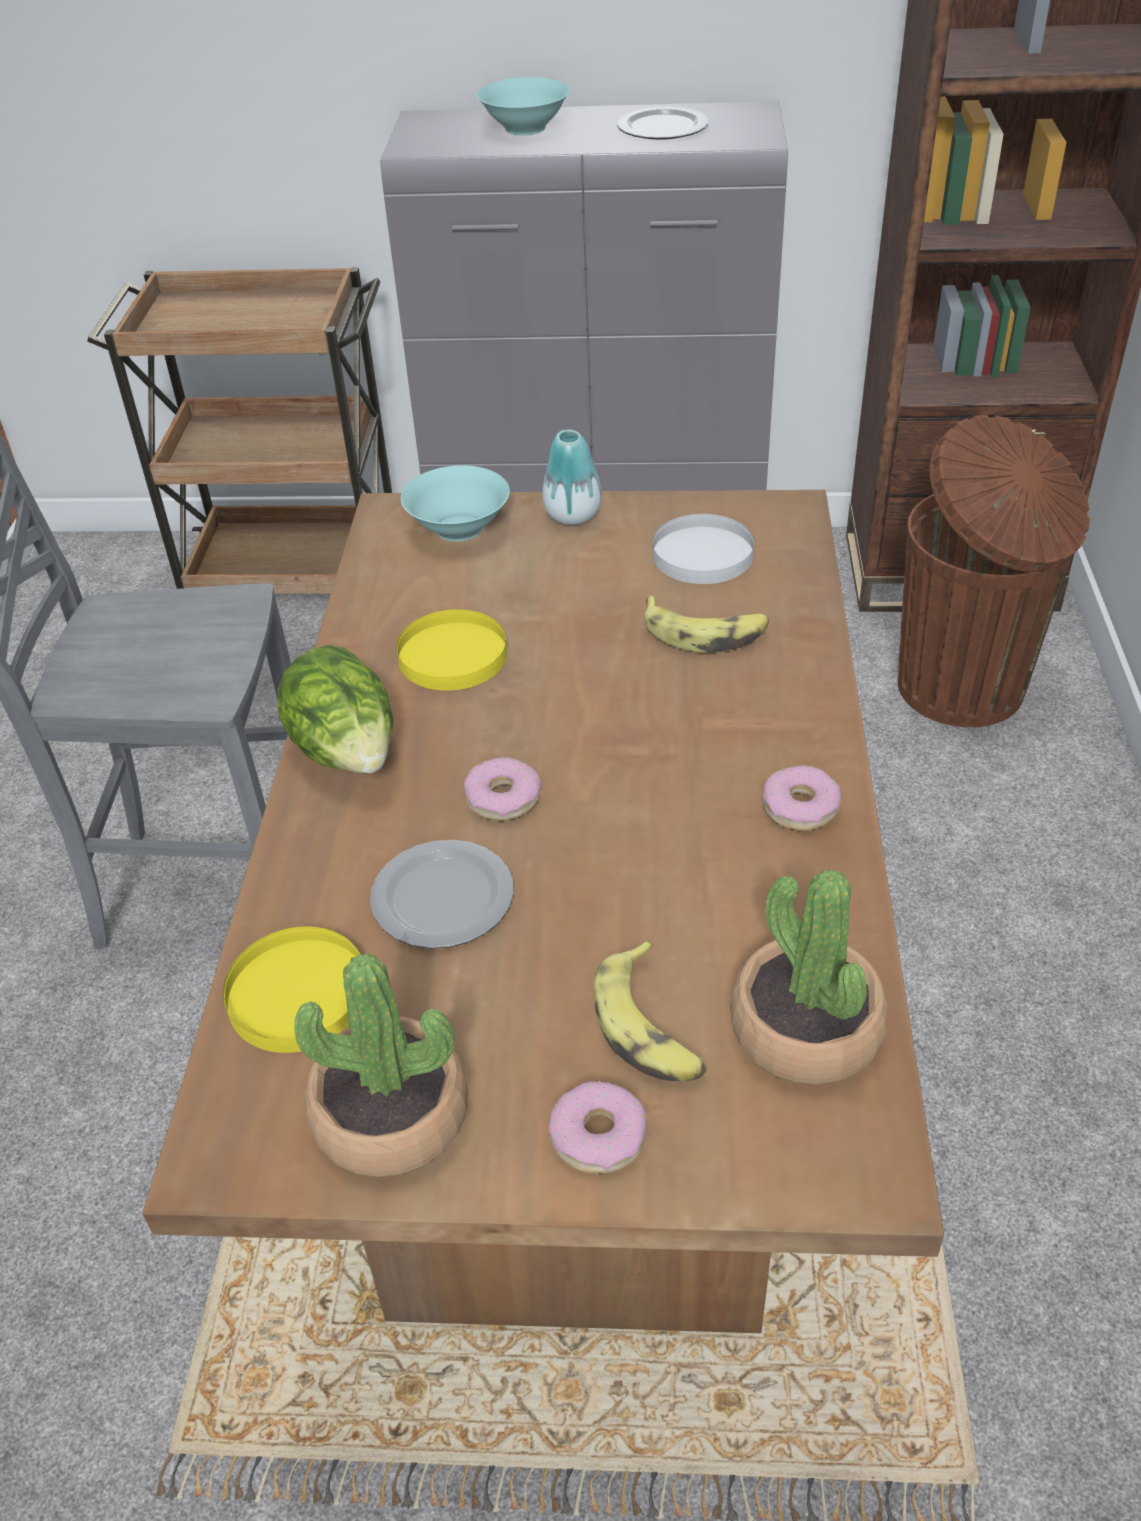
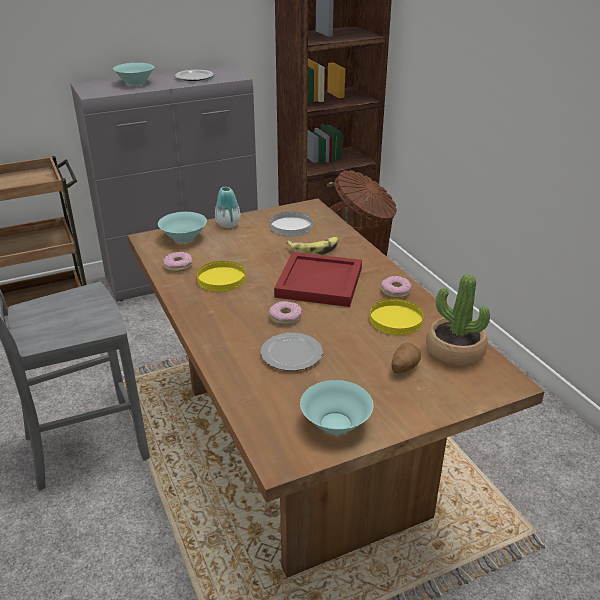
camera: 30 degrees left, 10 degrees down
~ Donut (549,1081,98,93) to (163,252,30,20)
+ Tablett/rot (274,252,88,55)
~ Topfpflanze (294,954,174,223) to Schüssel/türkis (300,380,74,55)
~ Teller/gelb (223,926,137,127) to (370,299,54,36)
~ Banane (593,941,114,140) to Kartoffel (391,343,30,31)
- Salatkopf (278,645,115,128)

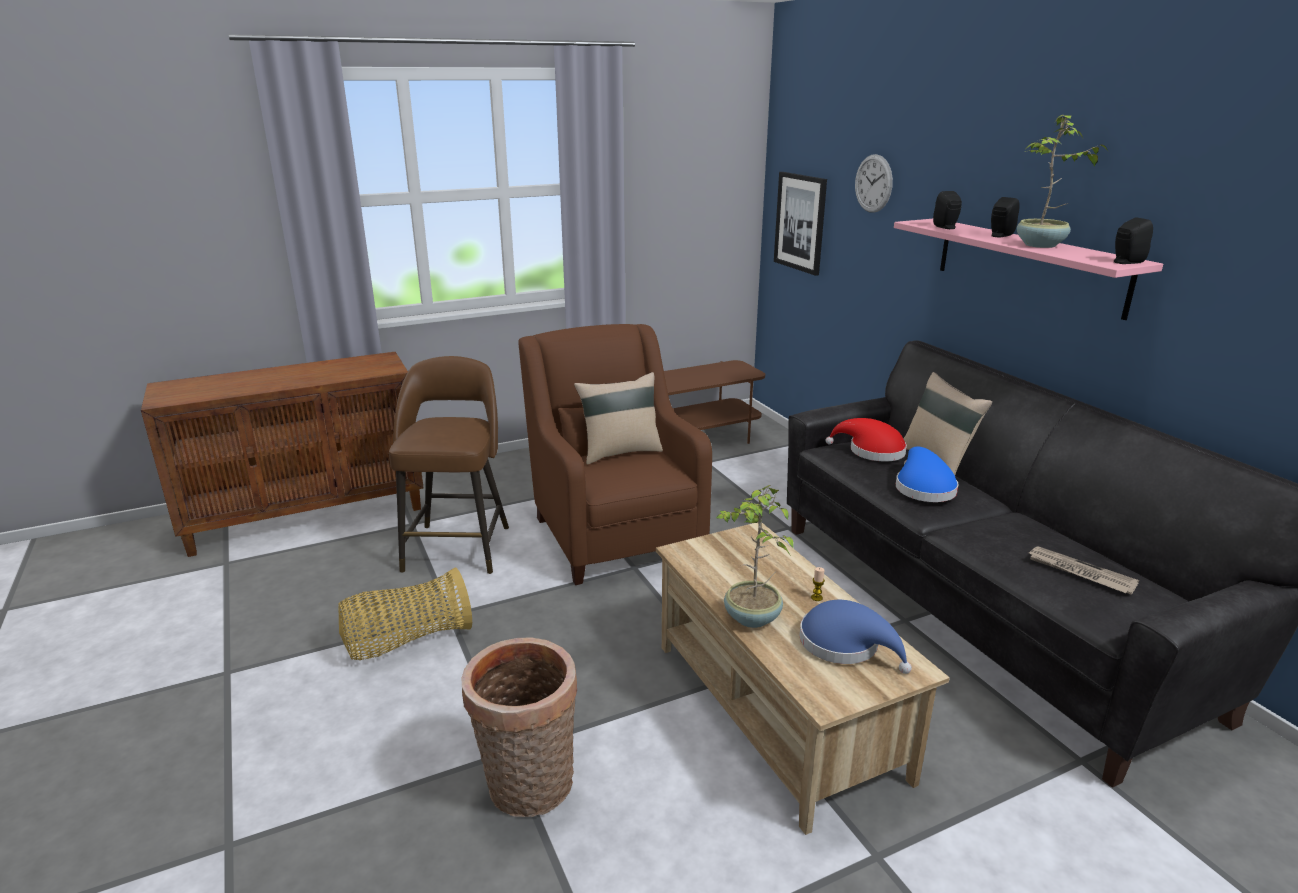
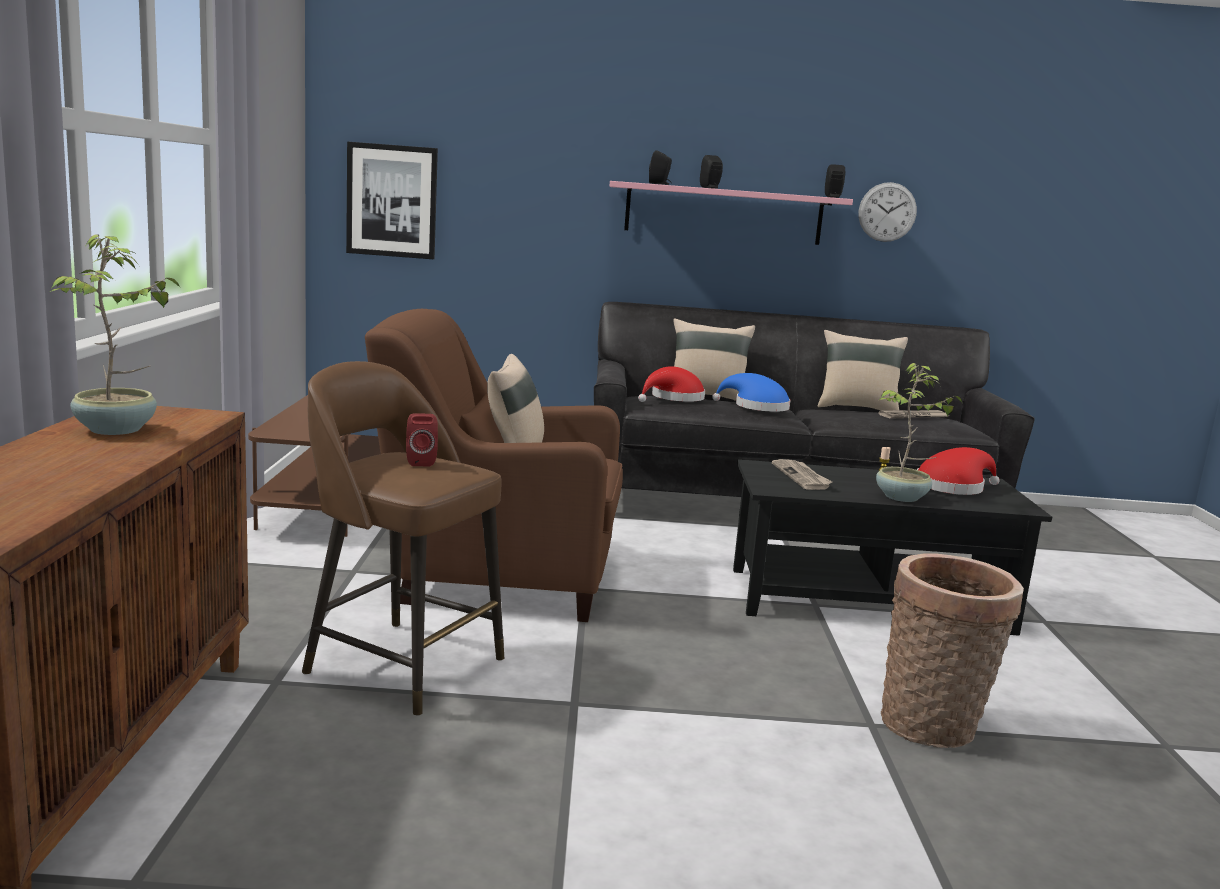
camera: 65 degrees left, 10 degrees down
~ Topfpflanze (1017,115,91,133) to (50,234,130,201)
+ Lautsprecher/rot (406,413,32,53)
~ Couchtisch/beige (656,522,294,313) to Couchtisch/schwarz (733,459,319,177)
+ Zeitung (772,459,60,31)
+ Kissen/beige (818,330,90,80)
~ Wanduhr (855,154,38,59) to (859,182,58,60)
~ Hut/blau (800,600,112,74) to Hut/rot (917,447,83,48)
- Korb (338,567,134,93)

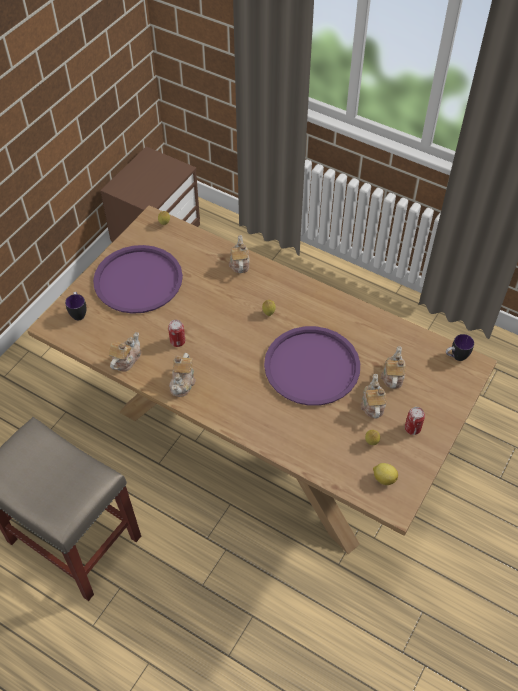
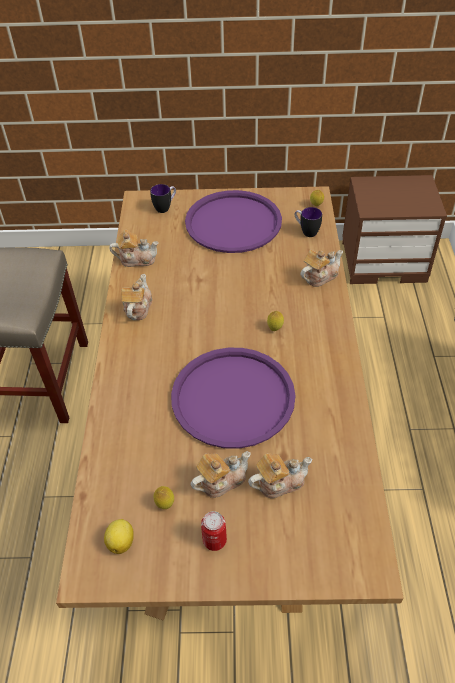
camera: 60 degrees right, 5 degrees down
~ Teekanne (169,353,27,44) = (121,274,32,46) 120 degrees clockwise
~ Henkelbecher (446,334,28,27) to (295,207,27,30)
- Dose (168,320,17,27)

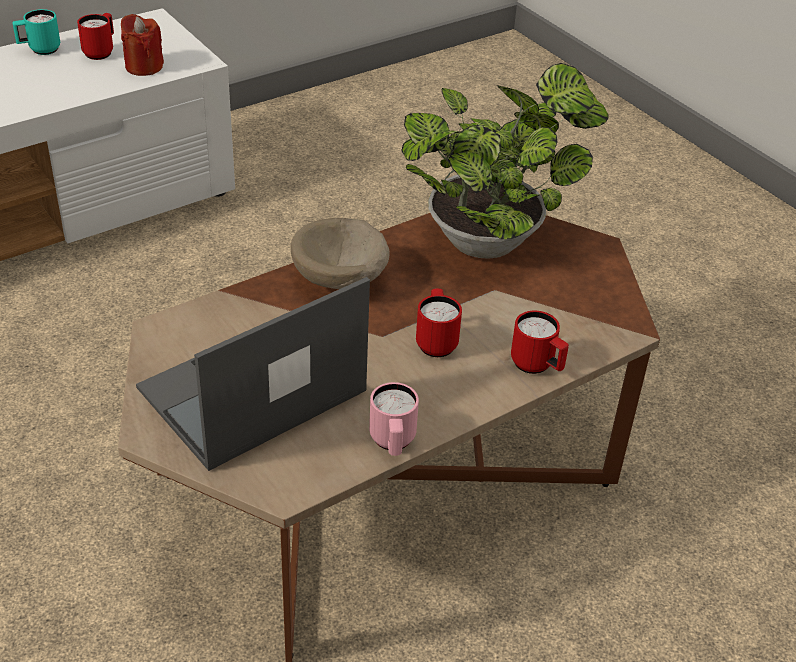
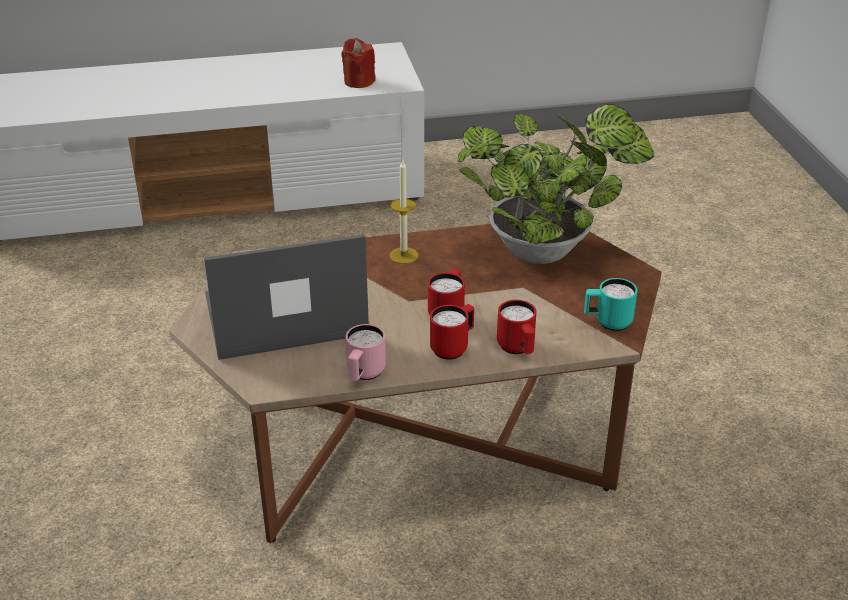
camera: 25 degrees right, 5 degrees down
~ Schüssel/beige (291,218,99,71) to Kerze (390,161,28,103)
~ Henkelbecher/rot (77,13,37,47) to (430,304,44,56)
~ Henkelbecher/türkis (13,9,47,46) to (584,278,54,53)

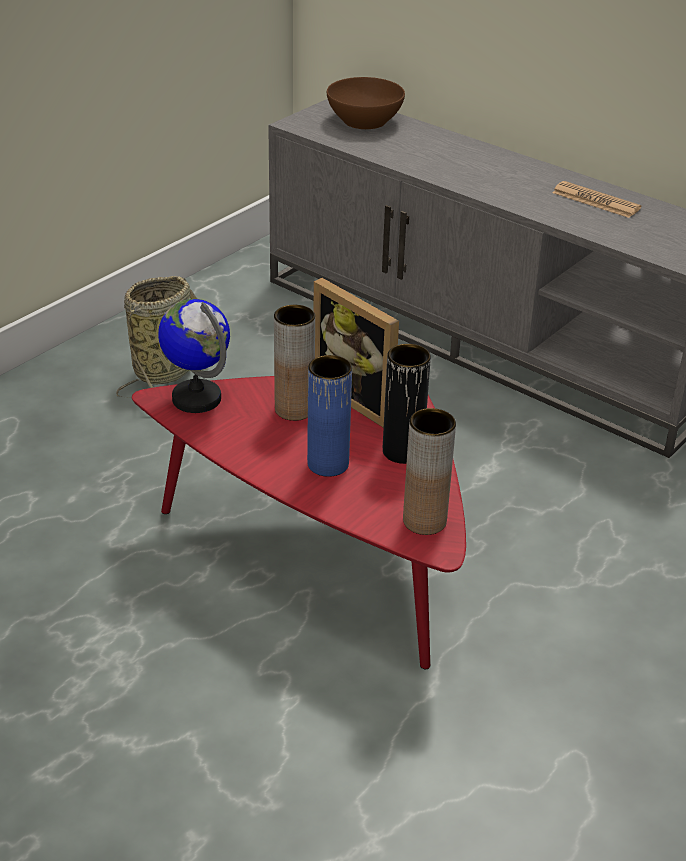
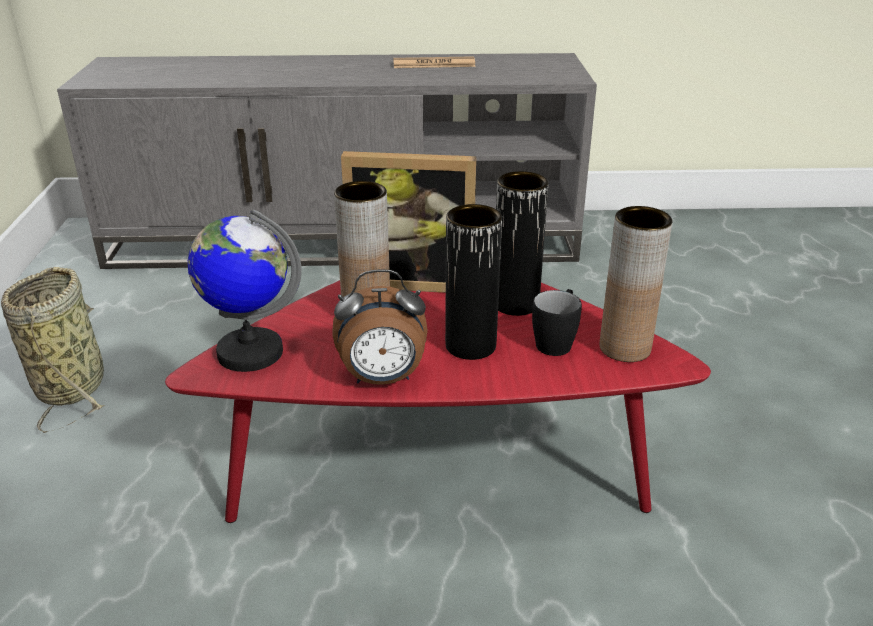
camera: 40 degrees left, 5 degrees down
+ Wecker (332,269,96,116)
~ Vase/blau (307,355,45,122) to Vase/schwarz (445,204,57,156)
+ Henkelbecher/schwarz (532,289,50,67)
- Schüssel/braun (327,77,78,52)

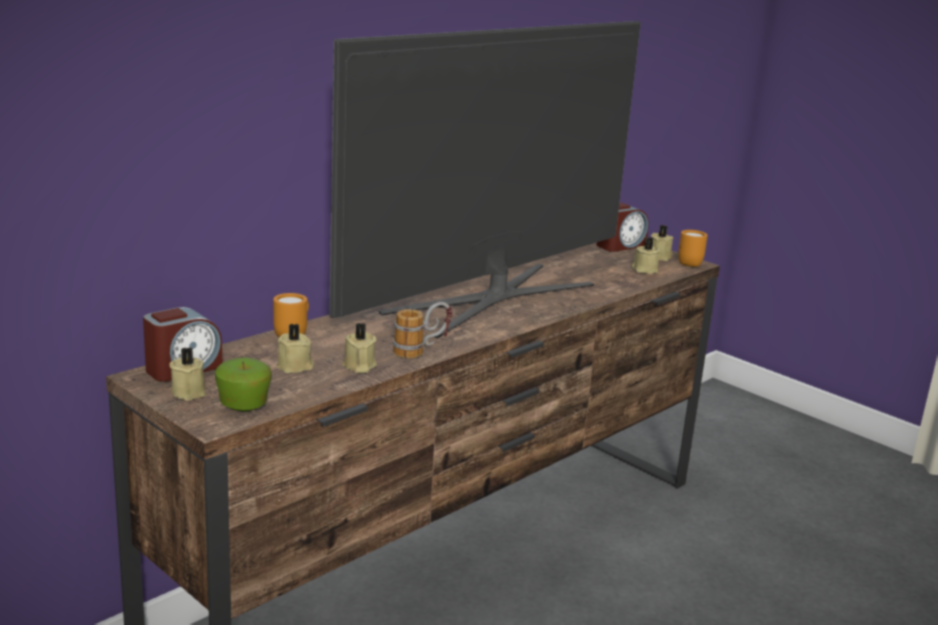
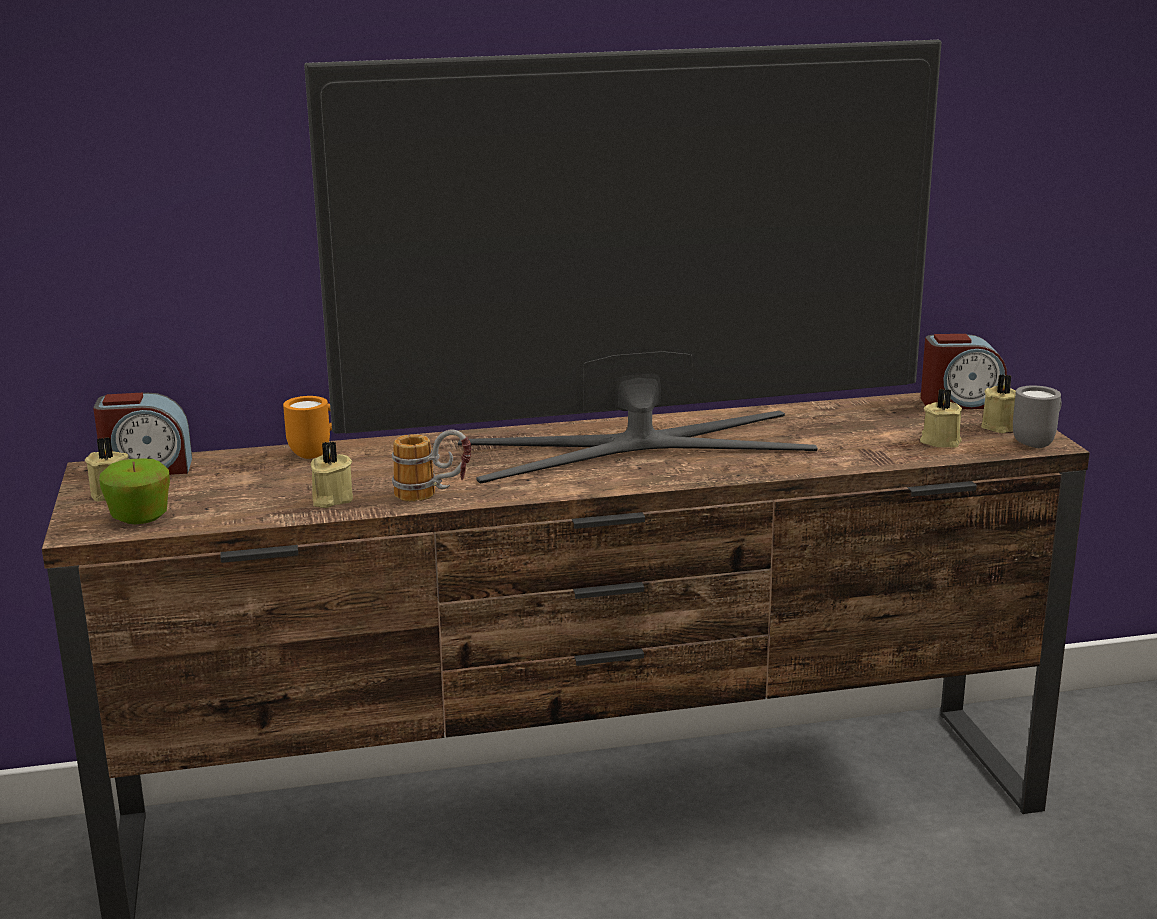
camera: 35 degrees right, 0 degrees up
~ Henkelbecher/orange (678,230,30,37) to Henkelbecher/grau (1013,386,49,62)
- Kerze/beige (277,324,37,50)

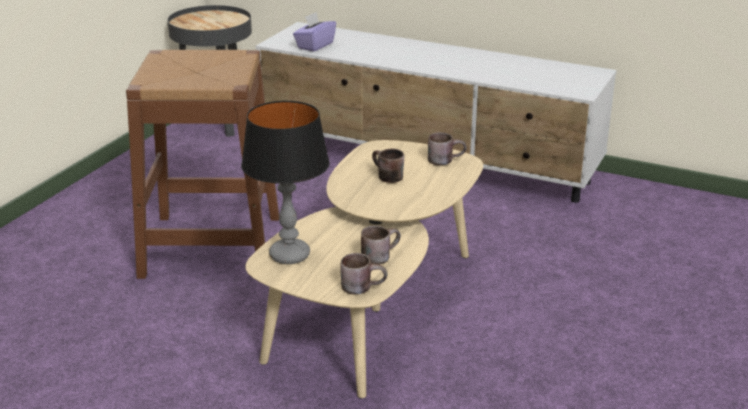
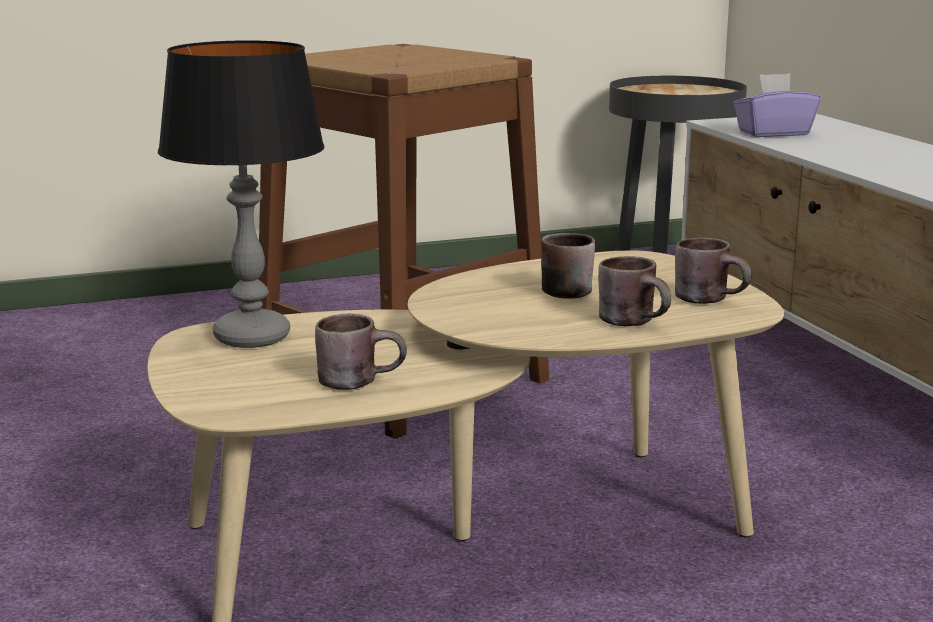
camera: 45 degrees right, 10 degrees down
~ Henkelbecher/braun (340,253,48,41) to (598,256,73,70)

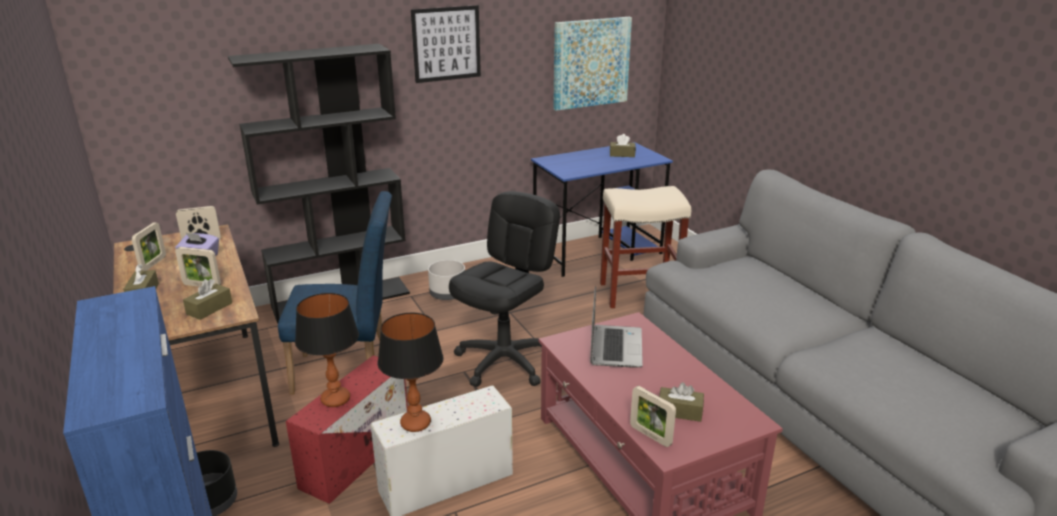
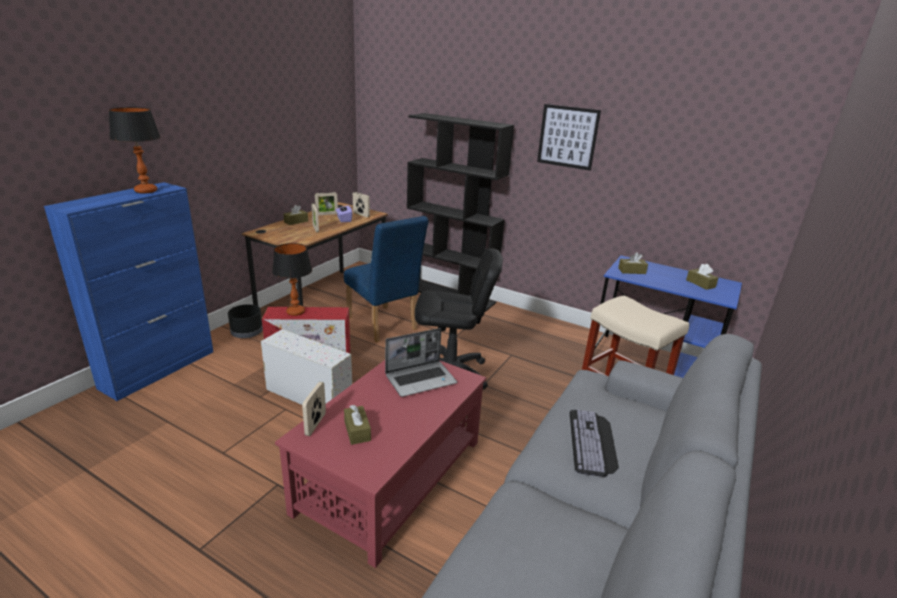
camera: 55 degrees right, 0 degrees up
~ Tischlampe (377,313,67,119) to (109,107,51,86)
+ Tastatur (570,409,49,68)
~ Taschentuchbox/braun (183,279,49,41) to (618,252,30,22)
- Pflanzkübel/grau (428,260,37,40)
- Bild (553,17,79,94)

